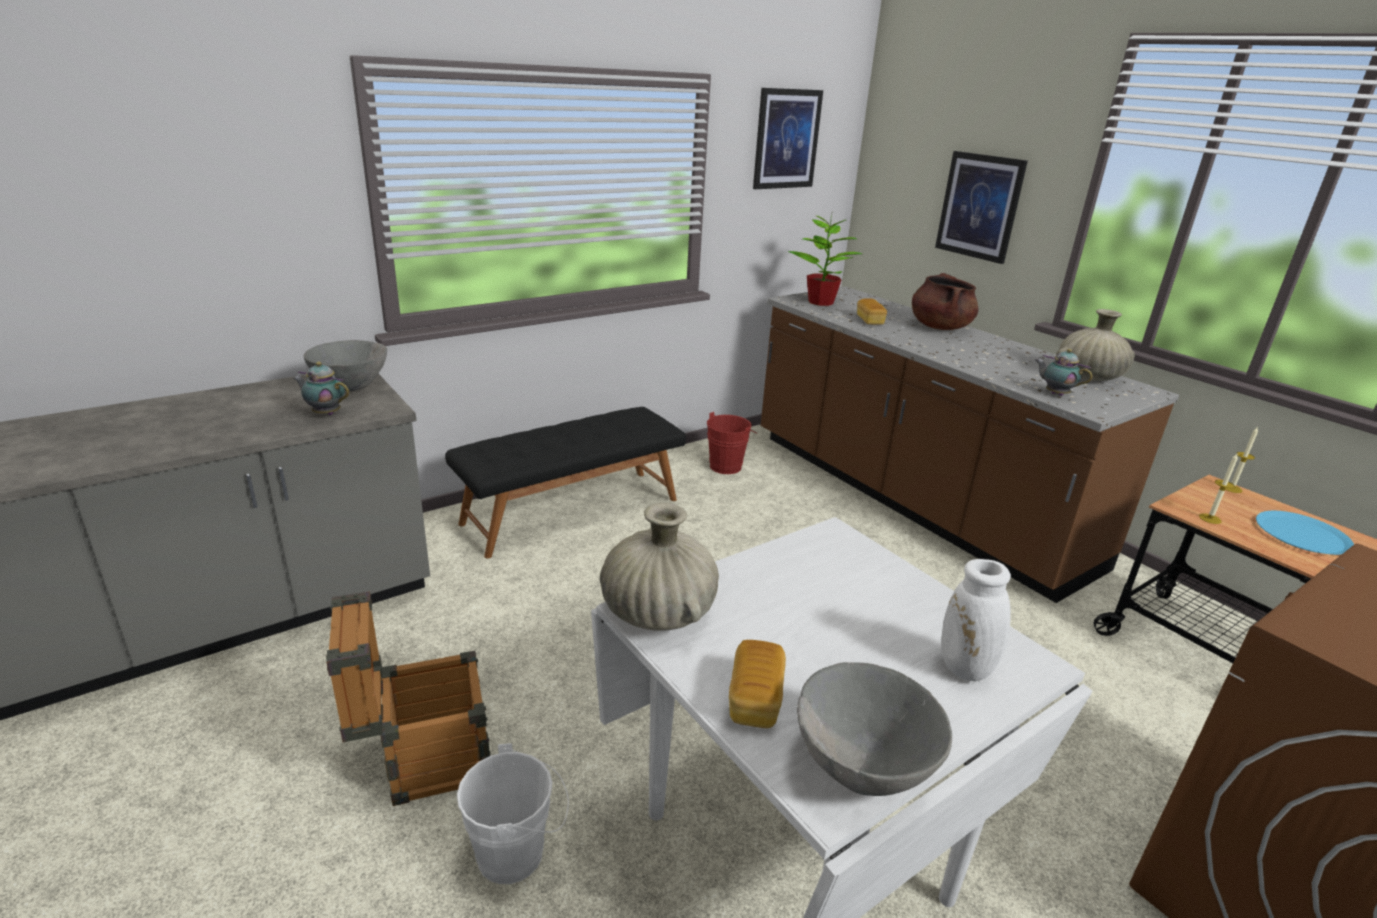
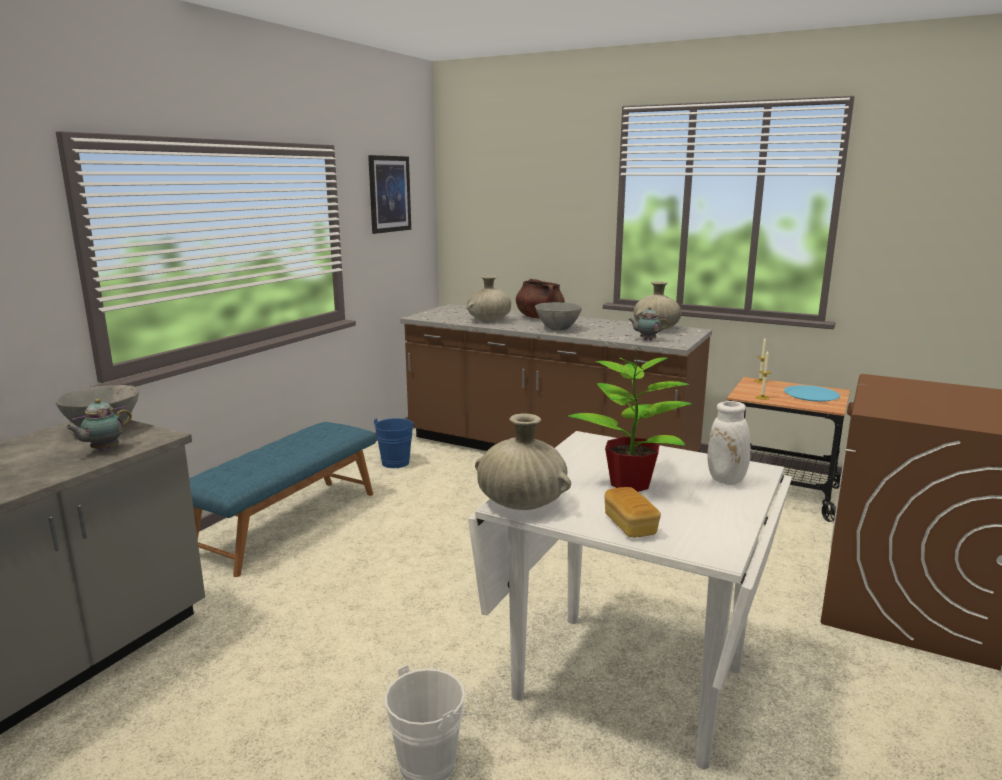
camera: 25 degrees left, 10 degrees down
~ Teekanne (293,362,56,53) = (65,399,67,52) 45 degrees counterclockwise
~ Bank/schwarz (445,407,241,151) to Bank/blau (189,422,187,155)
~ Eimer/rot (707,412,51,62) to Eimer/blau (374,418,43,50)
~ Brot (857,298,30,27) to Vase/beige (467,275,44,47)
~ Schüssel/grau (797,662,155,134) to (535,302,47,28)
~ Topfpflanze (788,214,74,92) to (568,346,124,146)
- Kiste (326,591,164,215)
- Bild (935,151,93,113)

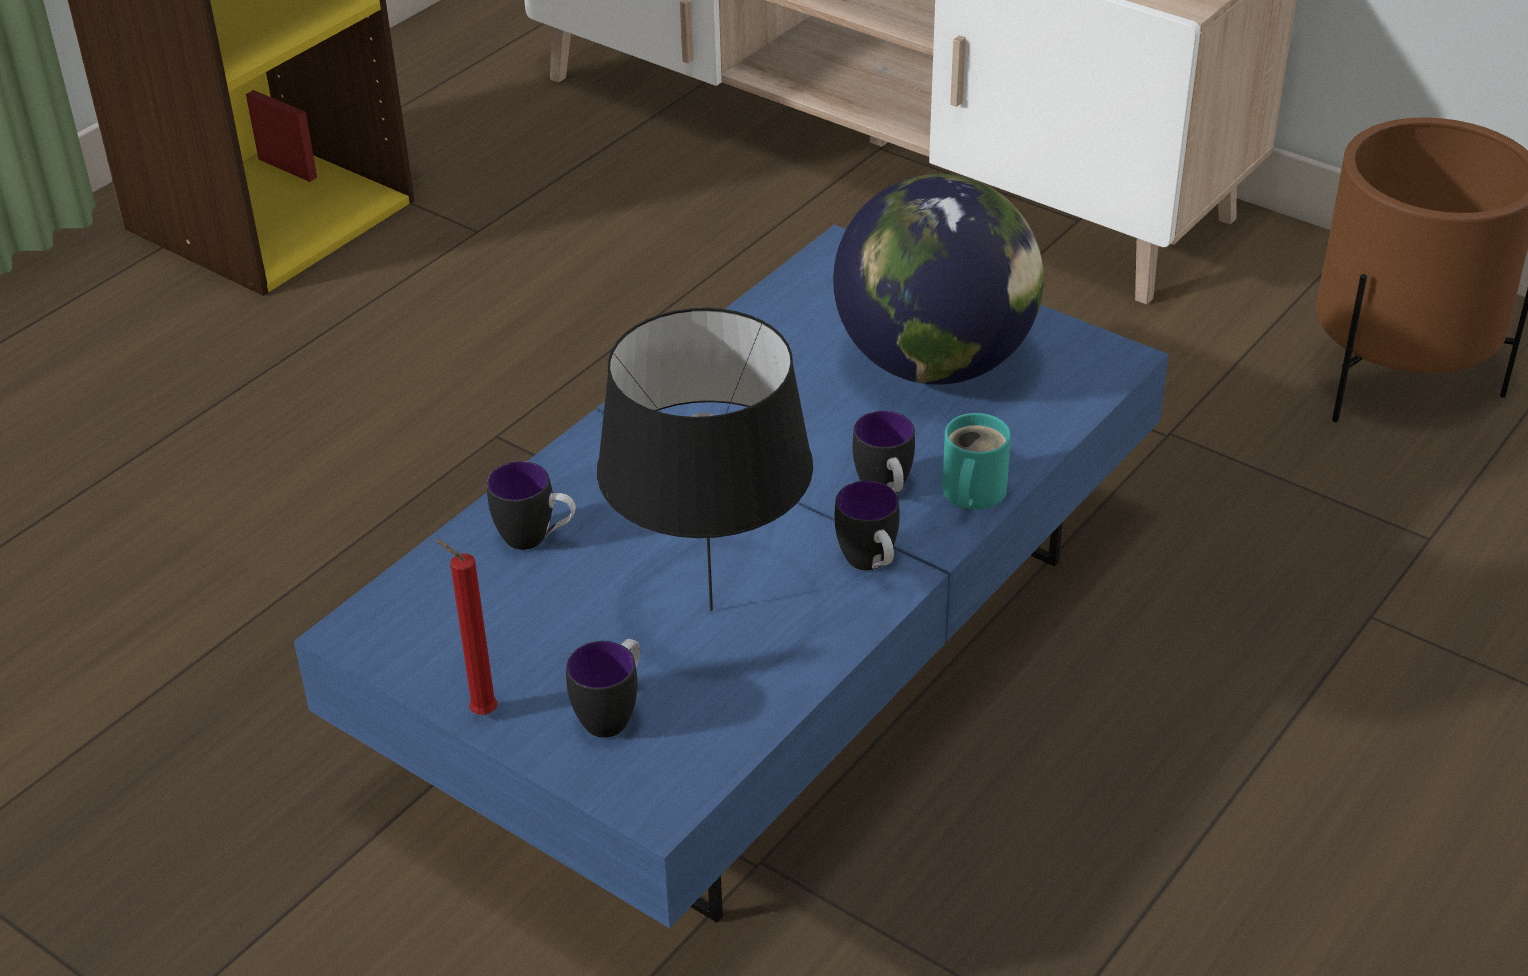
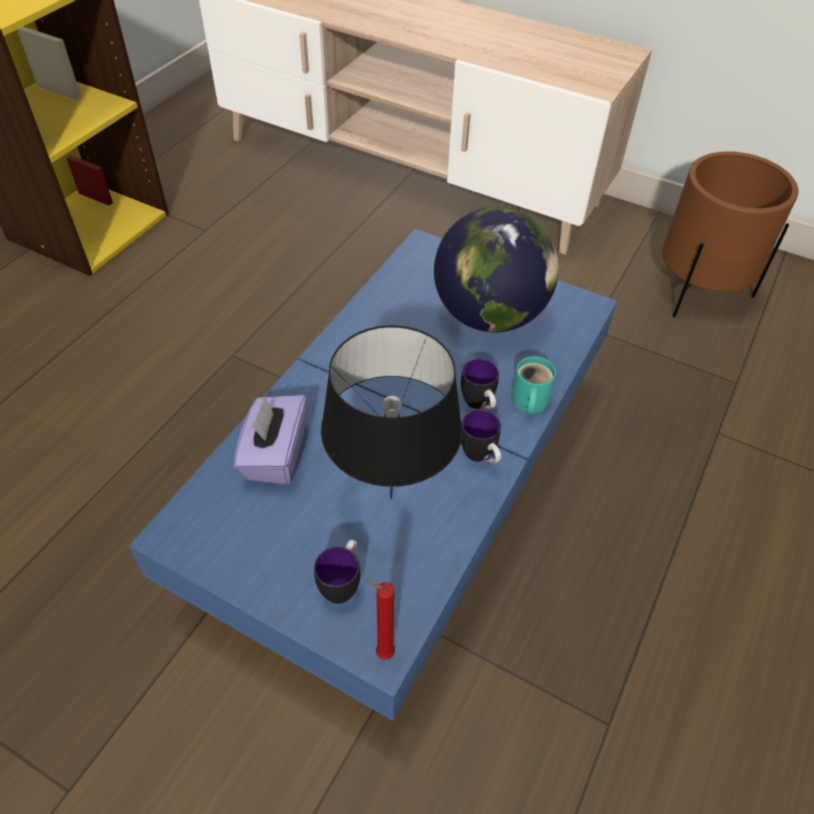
camera: 10 degrees left, 10 degrees up
~ Henkelbecher (487,461,89,89) to Taschentuchbox/lila (234,395,73,90)
~ Kerze/rot (435,539,63,176) to (366,580,29,80)

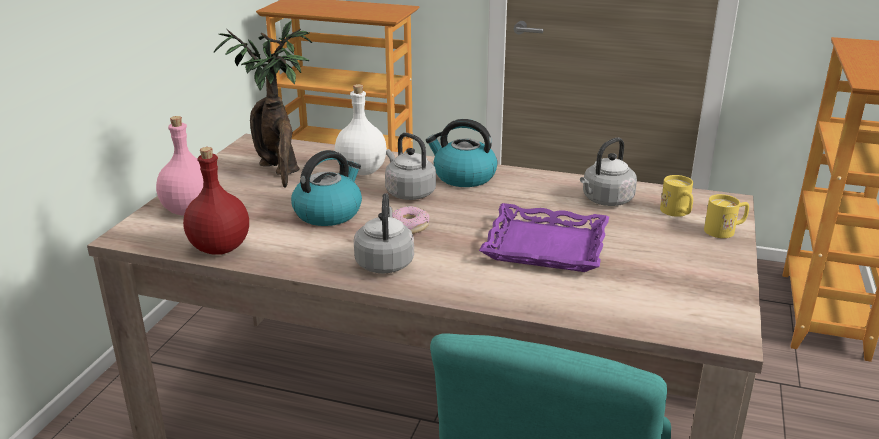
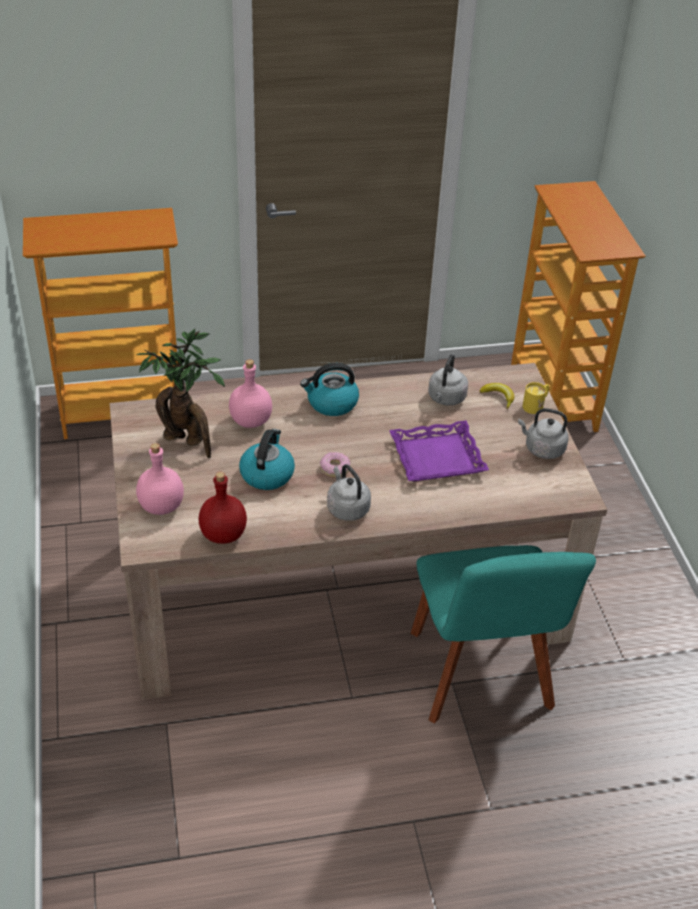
camera: 30 degrees left, 15 degrees up
~ Flasche/weiß (335,84,52,91) to Flasche/rosa (229,359,43,69)
~ Henkelbecher/gelb (660,175,33,42) to Banane (480,383,34,26)
~ Wasserkessel/grau (385,133,51,67) to (518,408,51,51)

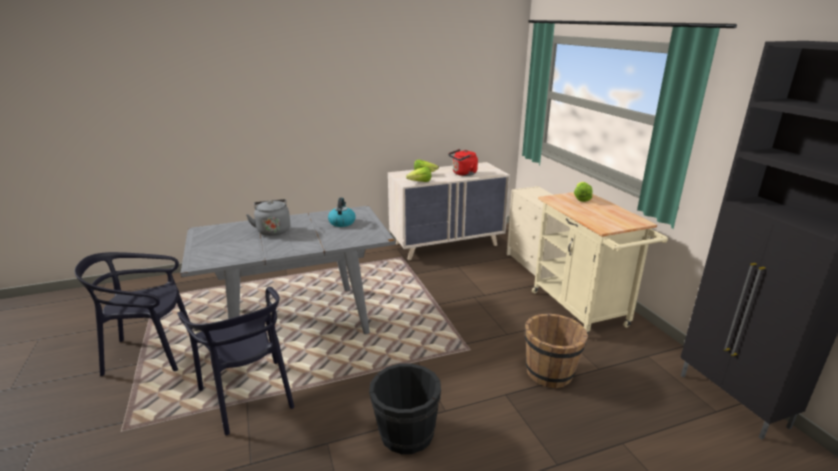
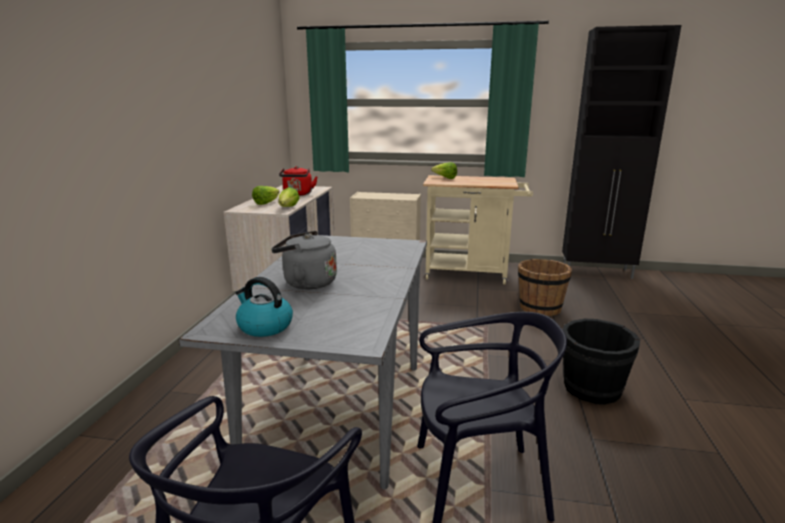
camera: 60 degrees left, 5 degrees down
~ Wasserkessel (328,198,28,29) to (235,277,58,60)

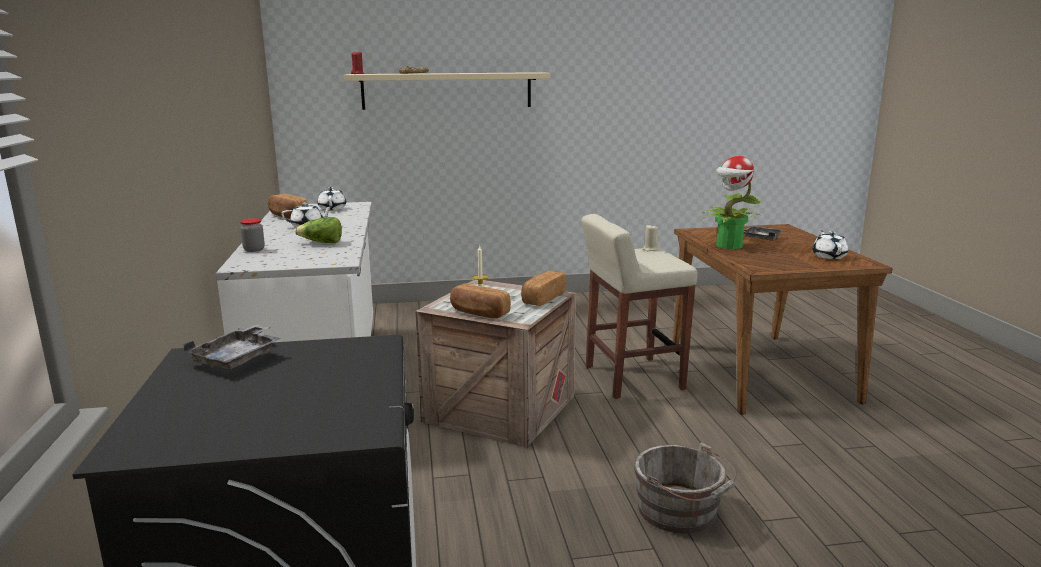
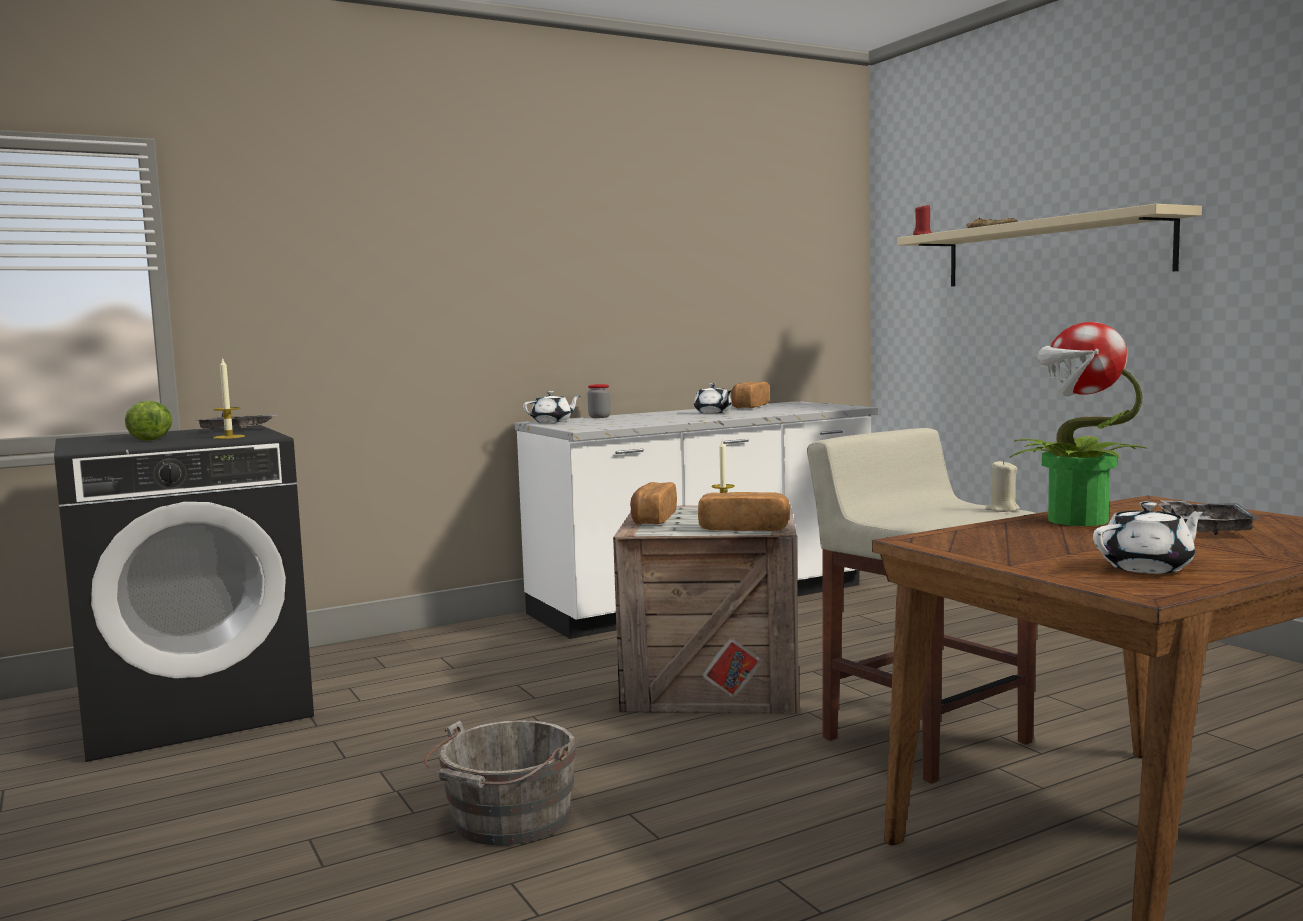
camera: 70 degrees right, 10 degrees down
~ Salatkopf (295,217,47,26) to (125,401,47,40)
+ Kerze (213,357,32,82)
~ Teekanne/weiß (317,187,29,23) to (523,391,57,32)

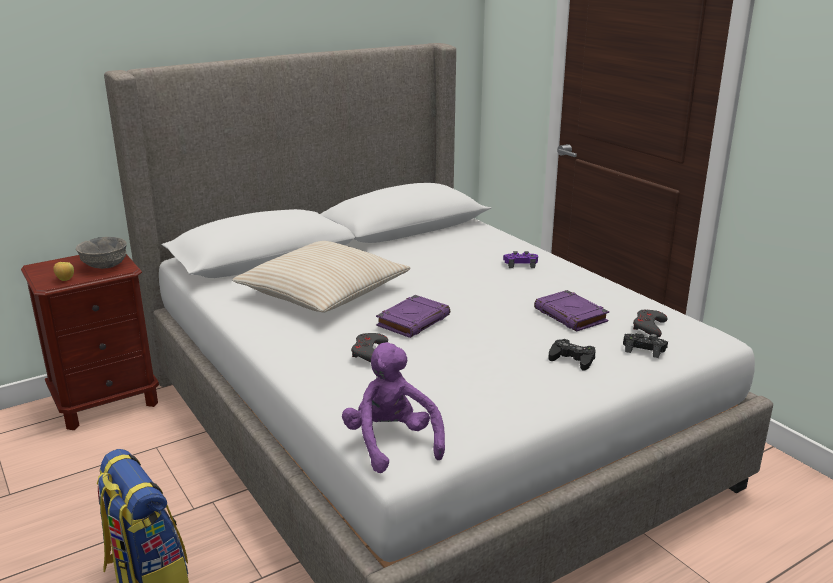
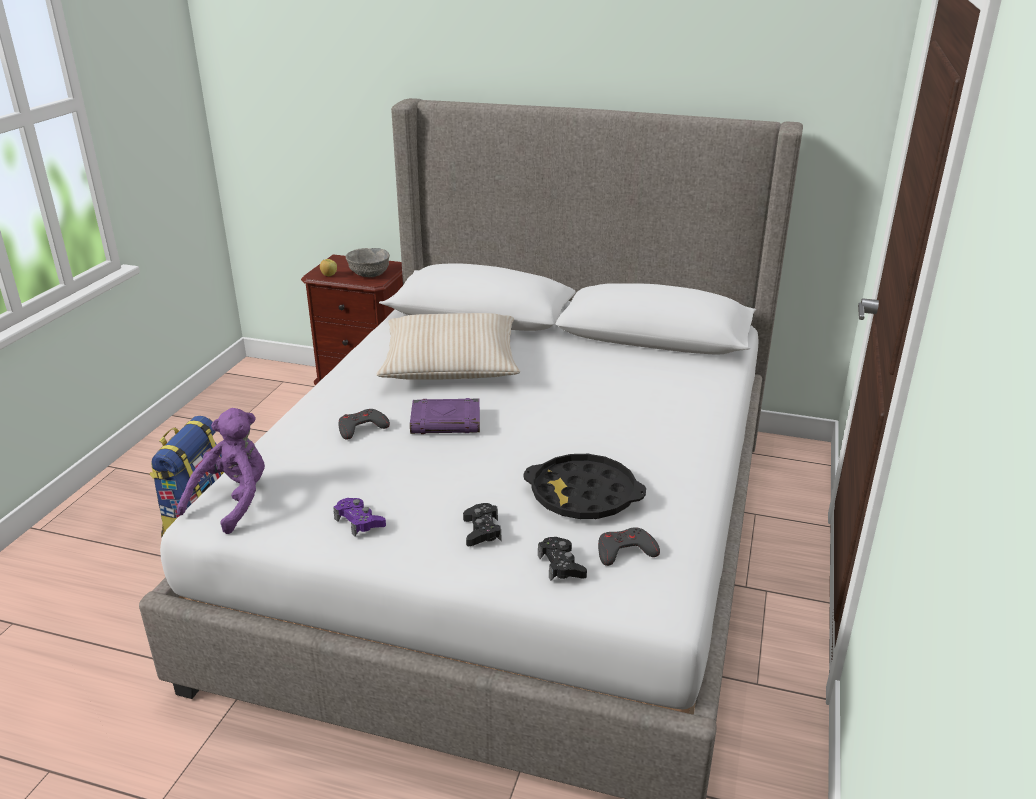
camera: 50 degrees right, 5 degrees up
~ Gamepad/lila (503,251,35,17) to (334,498,52,39)
~ Buch/lila (534,290,75,42) to Tablett/schwarz (523,454,123,65)

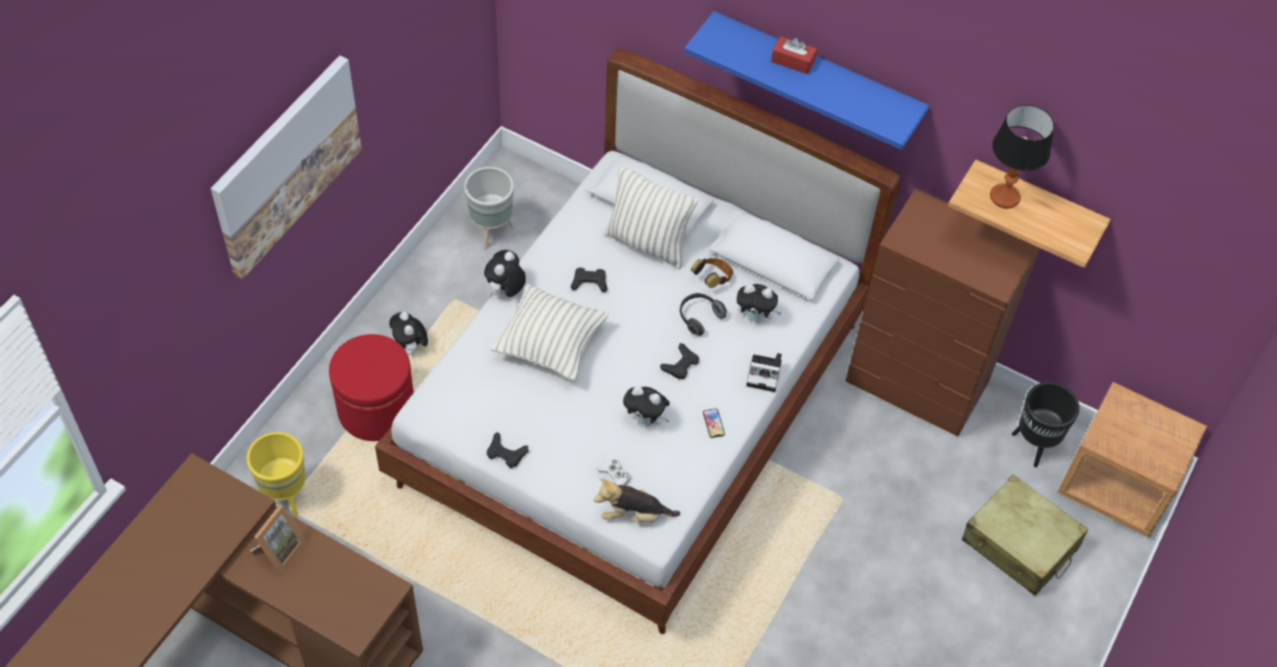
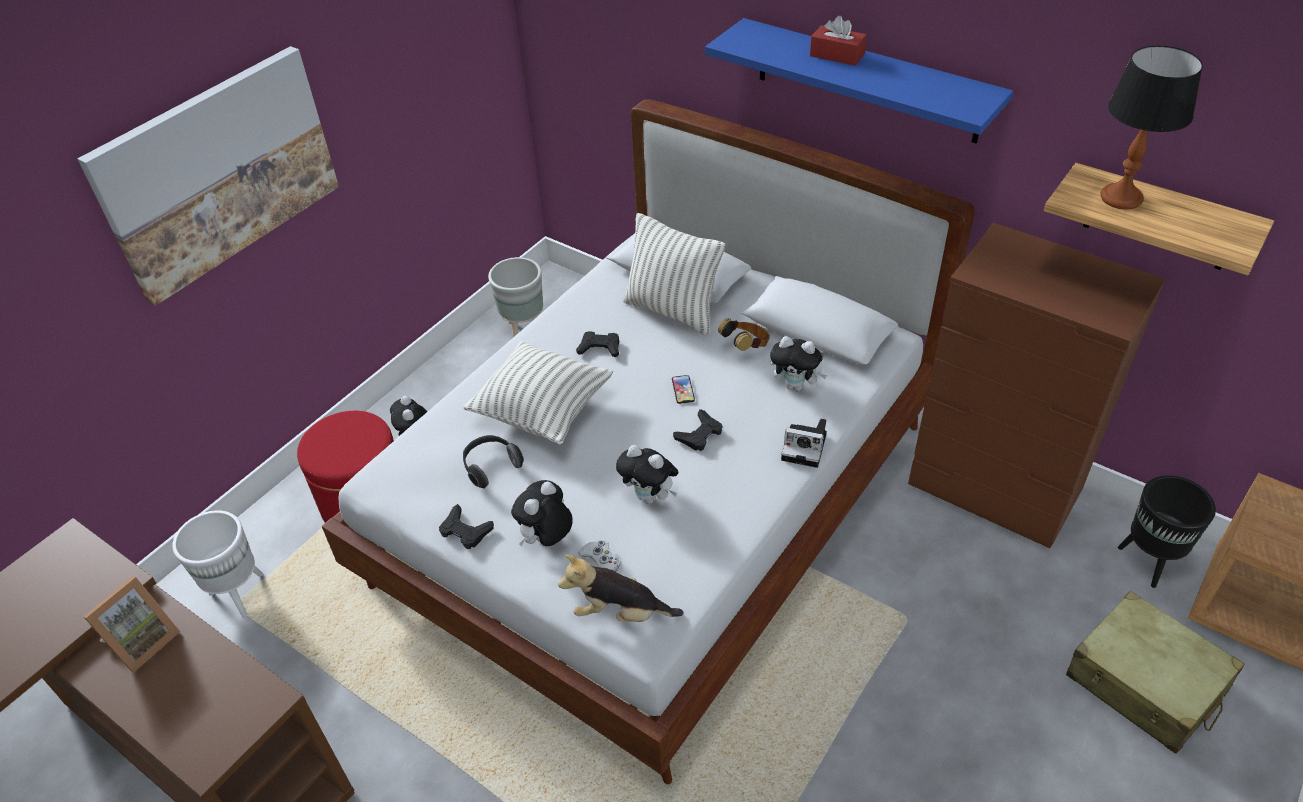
camera: 10 degrees right, 10 degrees down
~ Pflanzkübel/gelb (246,432,60,85) to Pflanzkübel/weiß (172,510,91,108)
~ Kopfhörer (679,293,48,43) to (463,435,61,53)
~ Plüschtier (484,250,42,47) to (511,480,62,66)
~ Handy (703,408,22,30) to (672,375,23,29)

